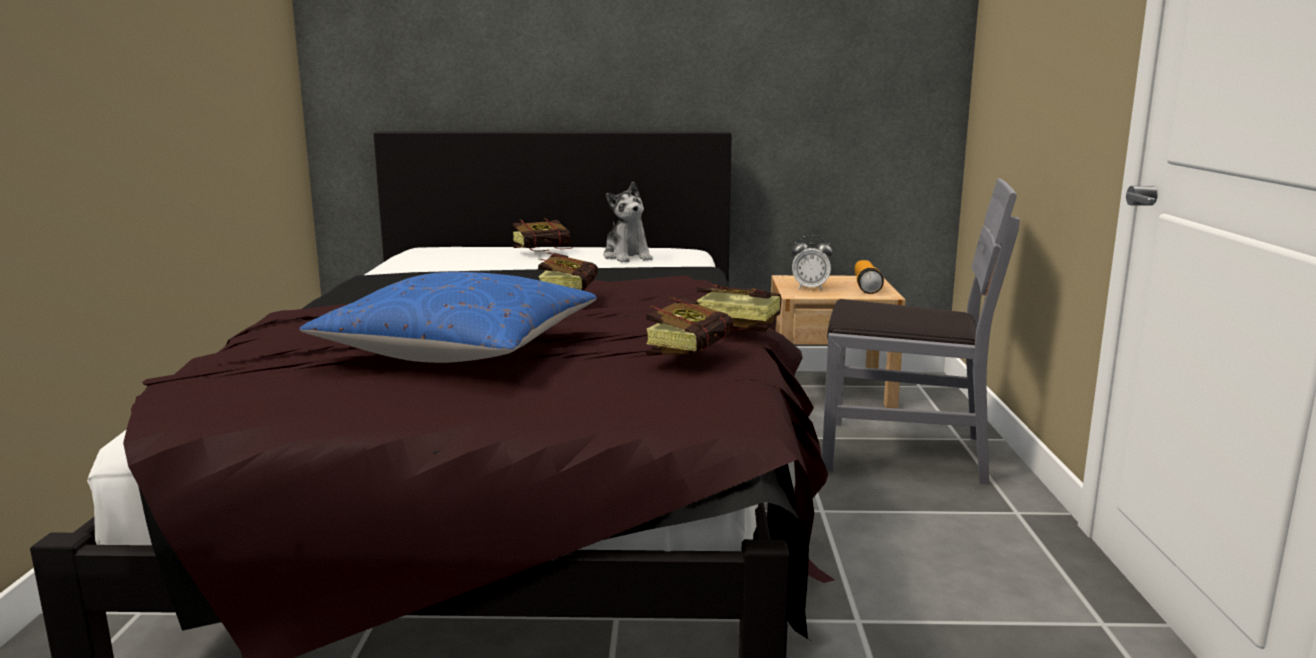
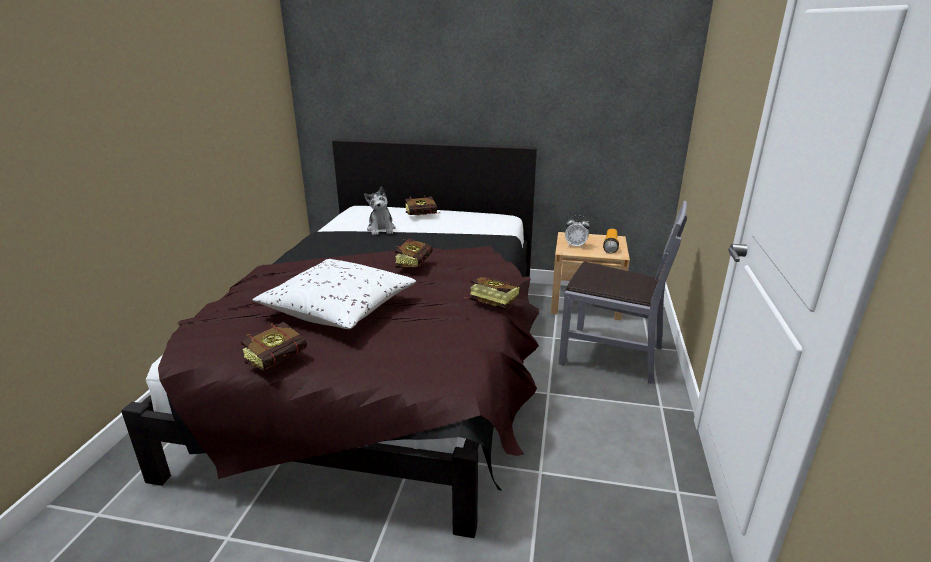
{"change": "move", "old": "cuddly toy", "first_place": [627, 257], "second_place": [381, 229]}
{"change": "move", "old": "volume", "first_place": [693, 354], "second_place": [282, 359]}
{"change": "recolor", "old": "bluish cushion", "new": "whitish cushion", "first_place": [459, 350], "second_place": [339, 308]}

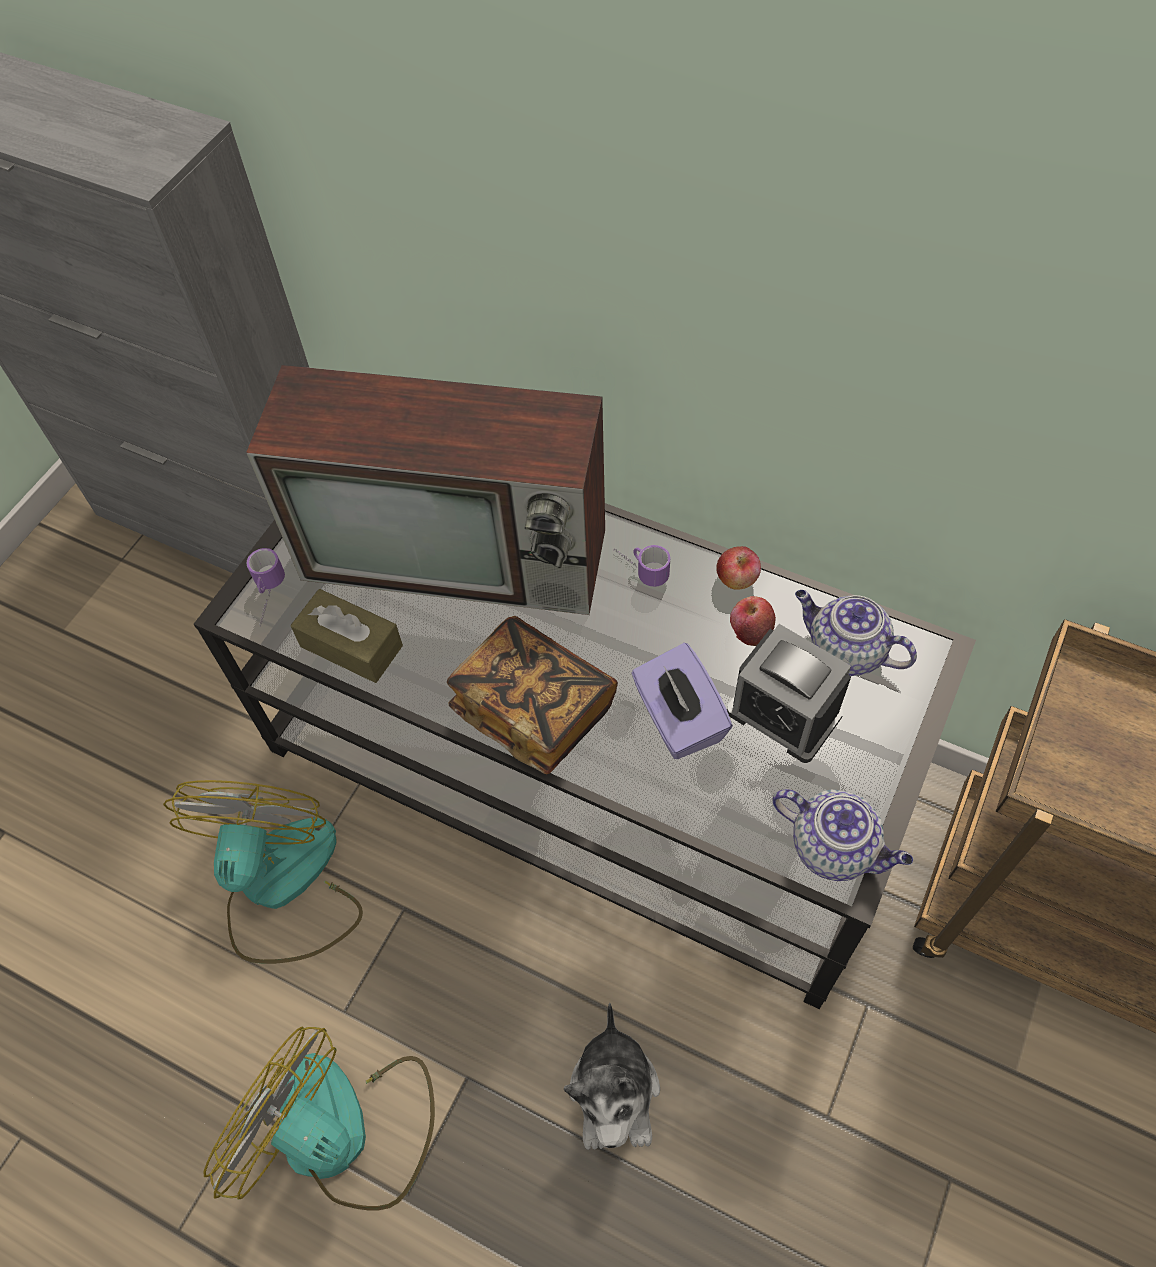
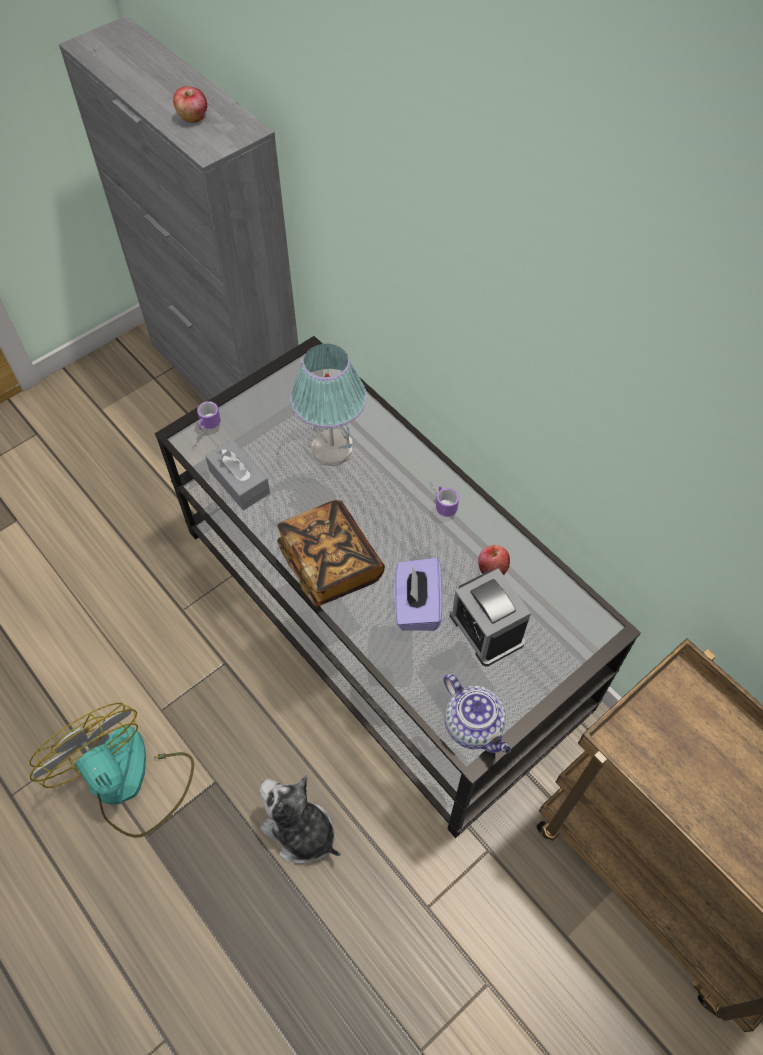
{"change": "delete", "old": "cooling fan", "first_place": [282, 887]}
{"change": "delete", "old": "teapot", "first_place": [844, 651]}
{"change": "move", "old": "apple fruit", "first_place": [737, 579], "second_place": [193, 117]}
{"change": "replace", "old": "TV", "new": "tabletop lamp", "first_place": [460, 554], "second_place": [333, 449]}
{"change": "recolor", "old": "brown tissue holder", "new": "gray tissue holder", "first_place": [351, 646], "second_place": [239, 482]}
{"change": "rotate", "old": "cuddly toy", "first_place": [615, 1092], "second_place": [300, 831], "degrees": 105}

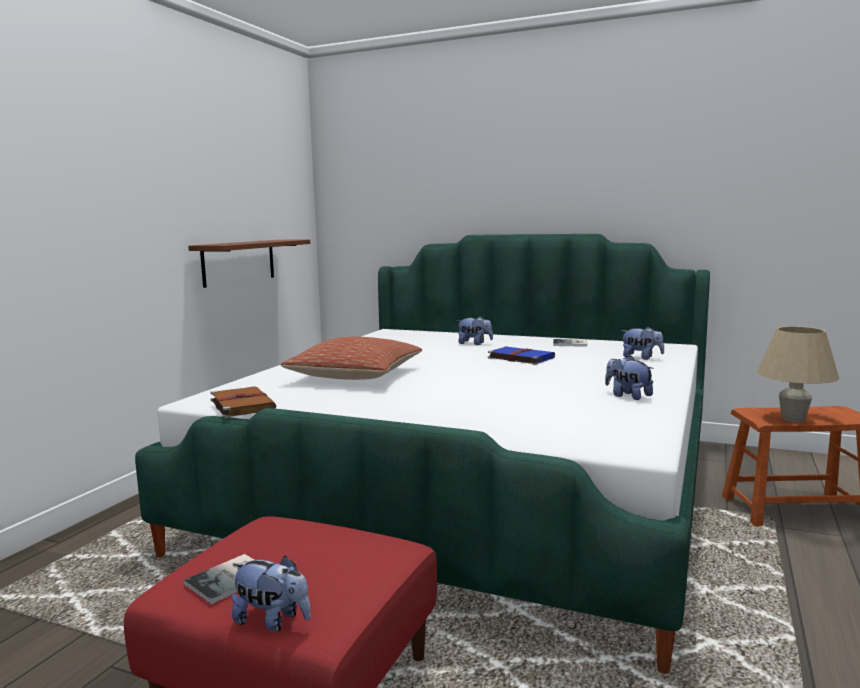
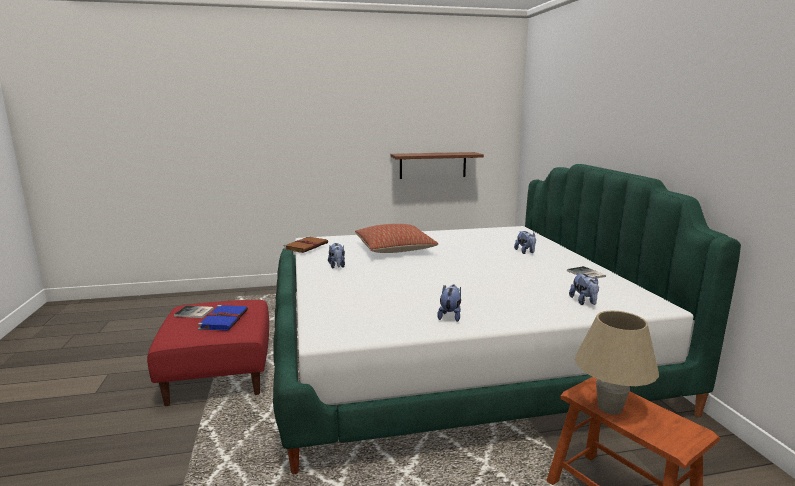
{"change": "move", "old": "cuddly toy", "first_place": [273, 621], "second_place": [337, 266]}
{"change": "move", "old": "bluish volume", "first_place": [519, 358], "second_place": [224, 319]}

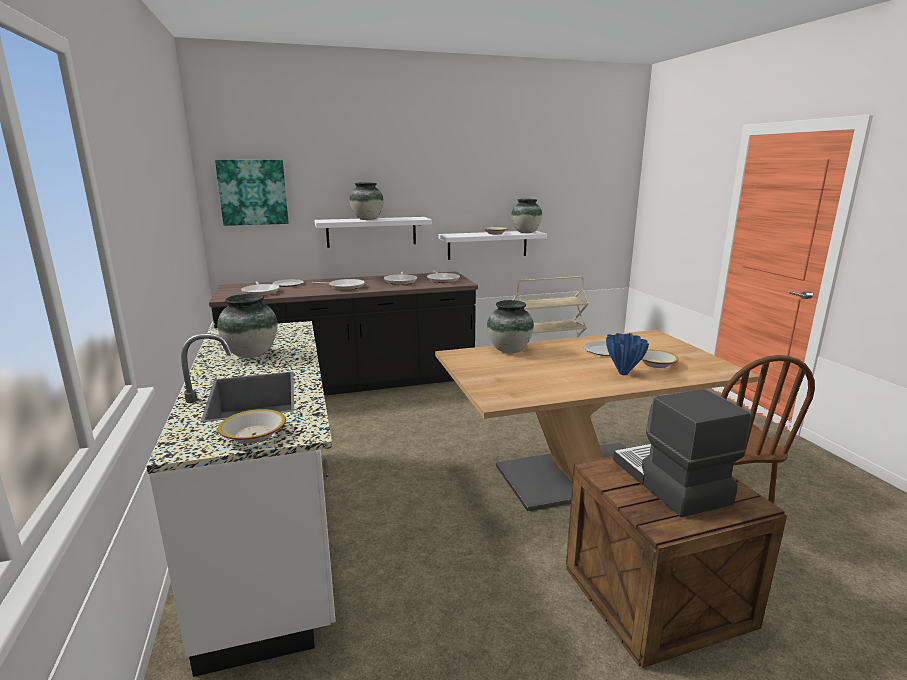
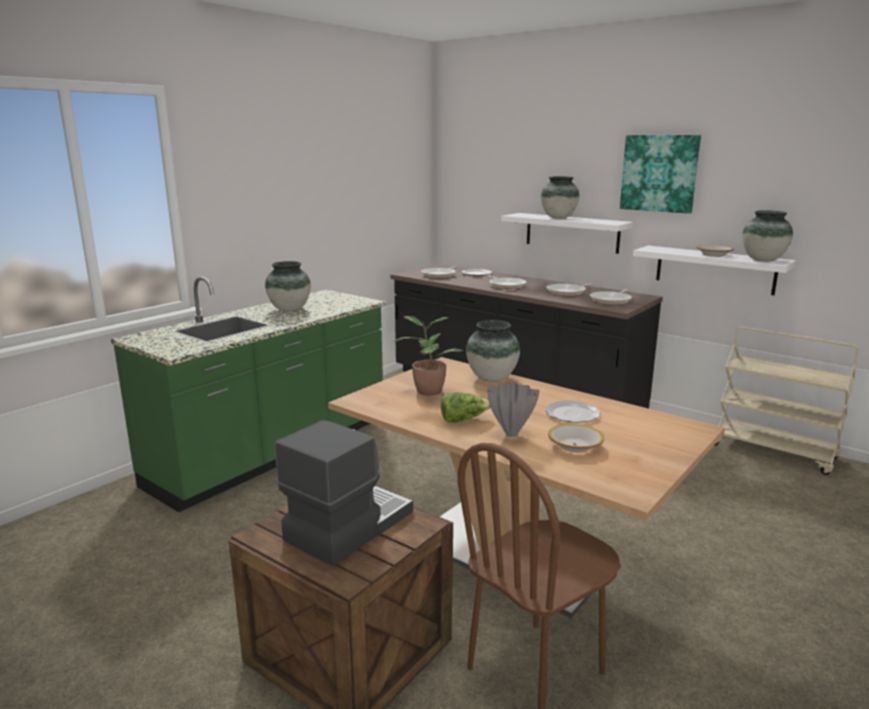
{"change": "delete", "old": "serving bowl", "first_place": [254, 435]}
{"change": "insert", "new": "houseplant", "second_place": [427, 391]}
{"change": "insert", "new": "lettuce", "second_place": [463, 419]}
{"change": "move", "old": "picture", "first_place": [253, 192], "second_place": [659, 173]}
{"change": "recolor", "old": "whitish counter", "new": "greenish counter", "first_place": [275, 533], "second_place": [273, 453]}
{"change": "recolor", "old": "bluish flower vase", "new": "gray flower vase", "first_place": [622, 373], "second_place": [511, 434]}

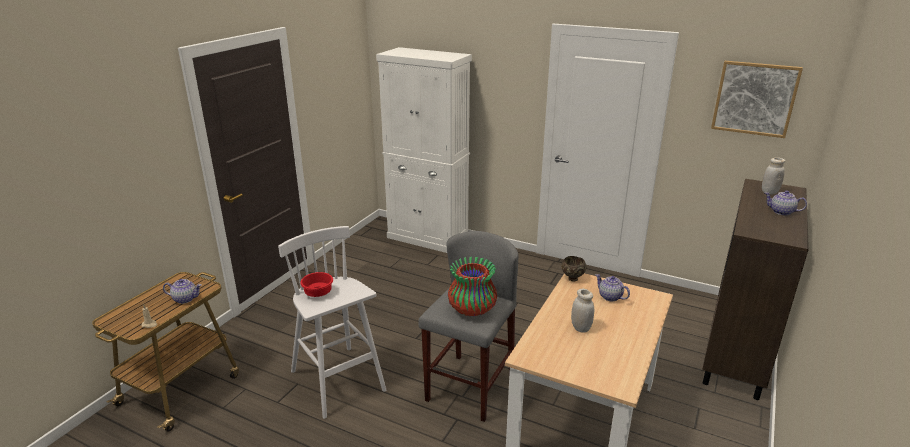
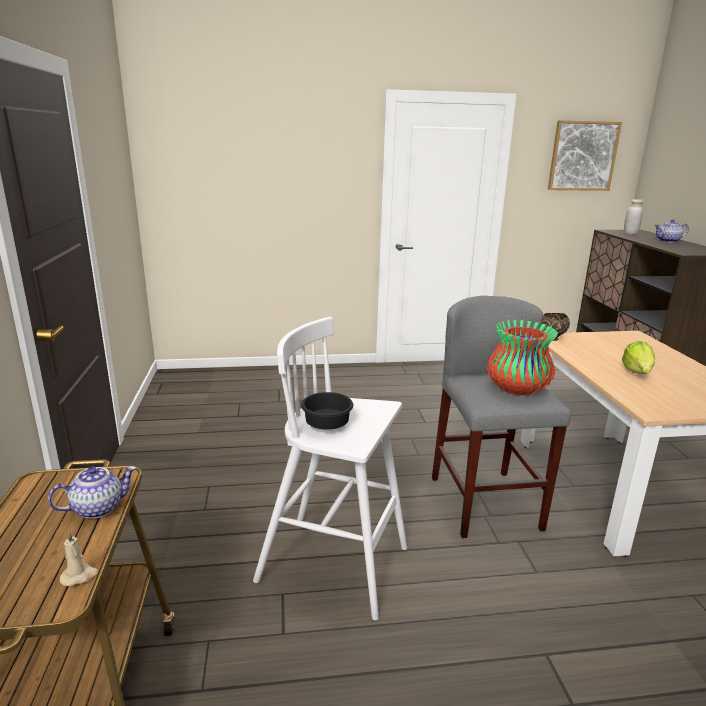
{"change": "delete", "old": "whitish storage cabinet", "first_place": [428, 238]}
{"change": "delete", "old": "teapot", "first_place": [610, 297]}
{"change": "replace", "old": "whitish storage jar", "new": "lettuce", "first_place": [581, 328], "second_place": [637, 372]}
{"change": "recolor", "old": "reddish serving bowl", "new": "black serving bowl", "first_place": [318, 292], "second_place": [326, 425]}

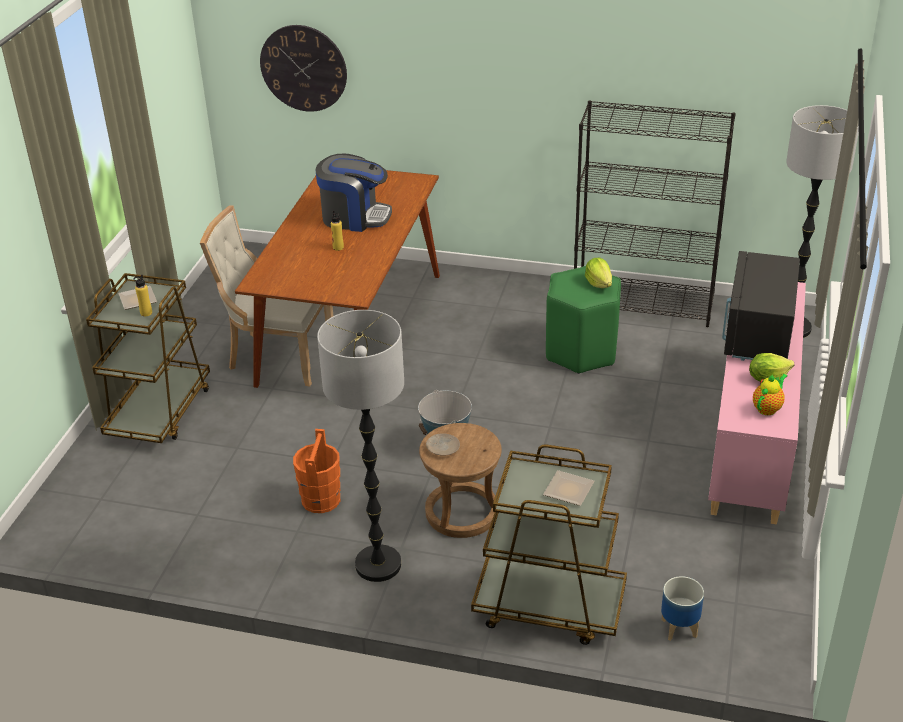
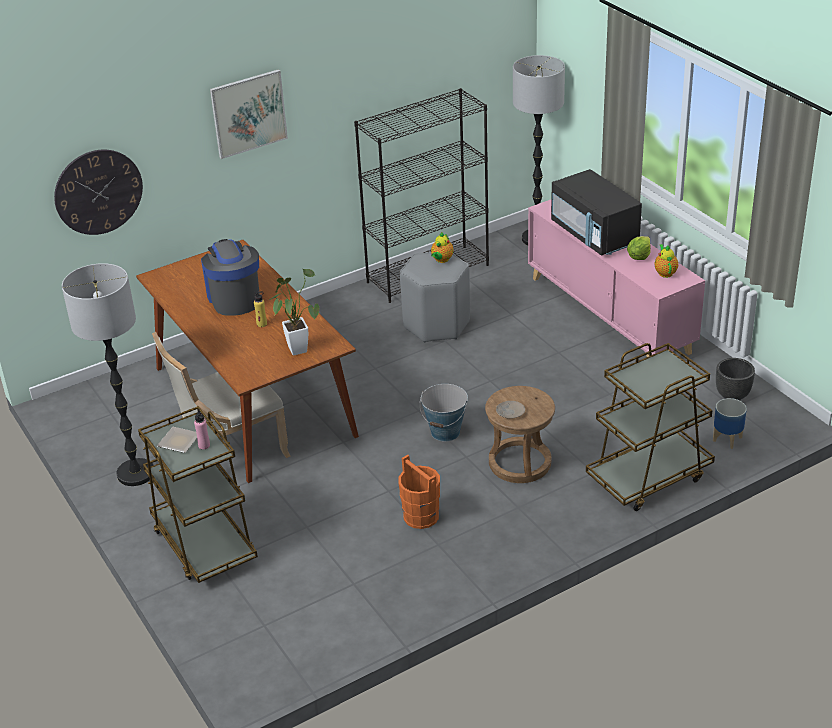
{"change": "delete", "old": "dinner plate", "first_place": [567, 489]}
{"change": "insert", "new": "picture", "second_place": [248, 113]}
{"change": "insert", "new": "houseplant", "second_place": [296, 347]}
{"change": "insert", "new": "black planter", "second_place": [732, 396]}
{"change": "move", "old": "standard lamp", "first_place": [378, 565], "second_place": [135, 474]}
{"change": "replace", "old": "lettuce", "new": "teapot", "first_place": [598, 283], "second_place": [441, 260]}
{"change": "recolor", "old": "yellow-coloured bottle", "new": "pink-coloured bottle", "first_place": [146, 313], "second_place": [204, 445]}
{"change": "recolor", "old": "greenish stool seat", "new": "gray stool seat", "first_place": [582, 352], "second_place": [437, 324]}
{"change": "rotate", "old": "coffee machine", "first_place": [354, 217], "second_place": [234, 298], "degrees": -75}

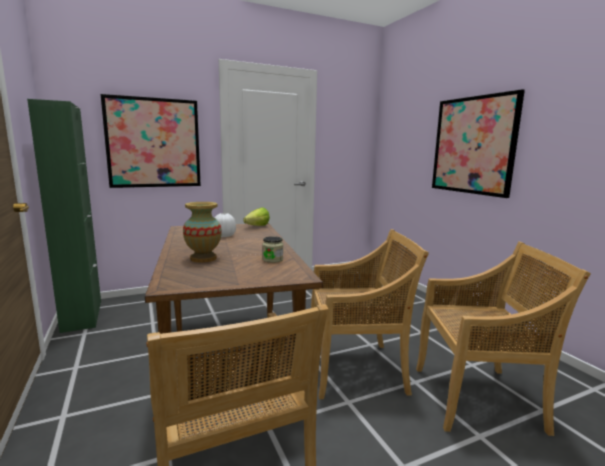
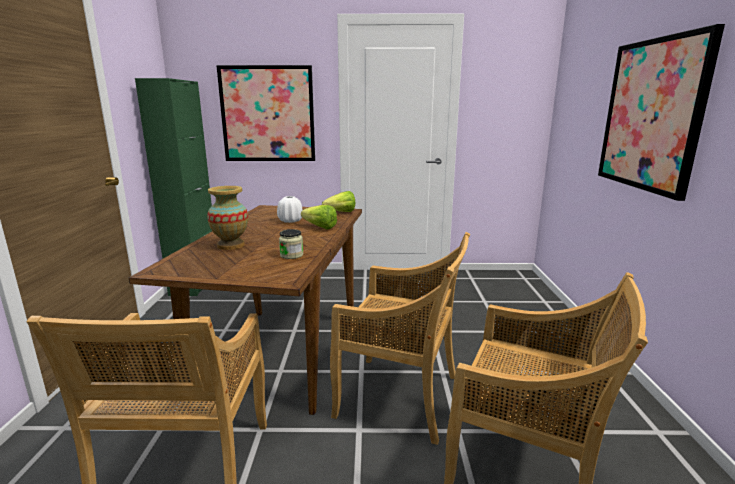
{"change": "insert", "new": "lettuce", "second_place": [318, 227]}

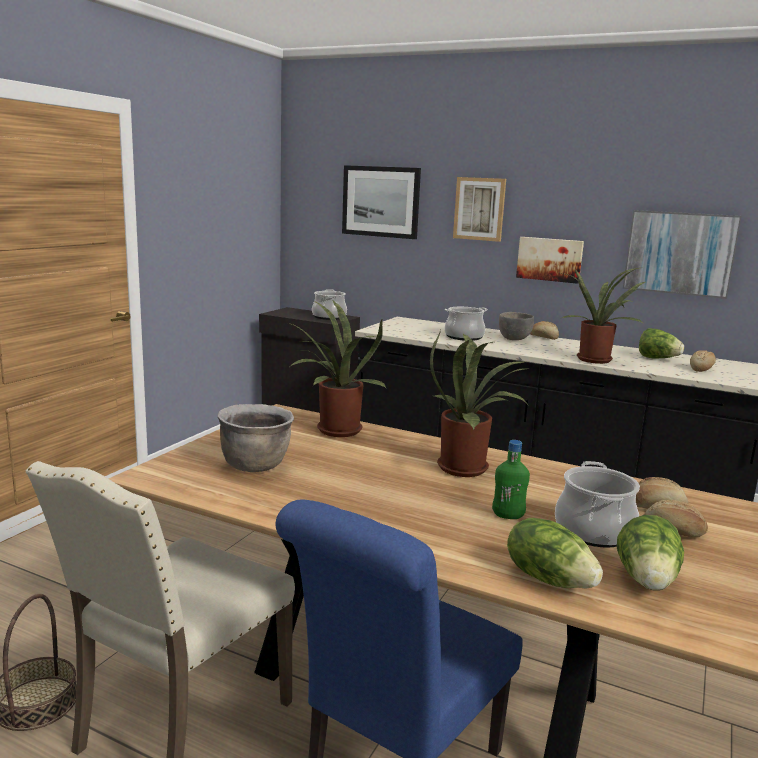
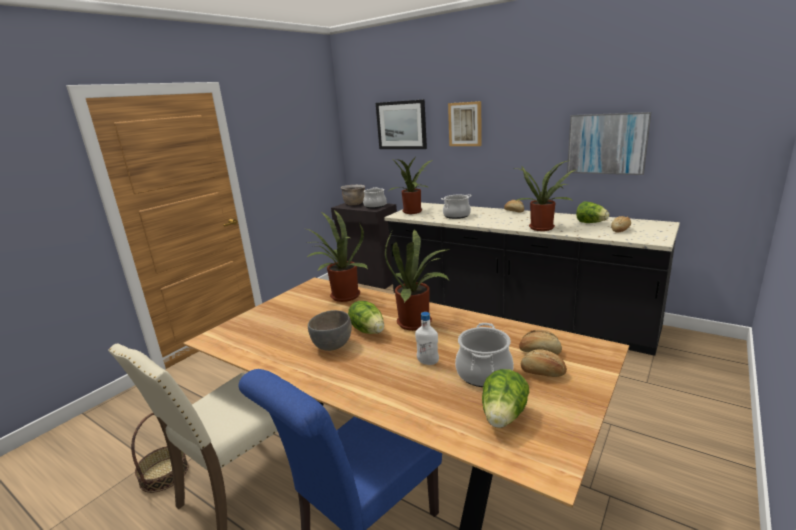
{"change": "delete", "old": "picture", "first_place": [549, 259]}
{"change": "insert", "new": "houseplant", "second_place": [413, 212]}
{"change": "move", "old": "brown saucepot", "first_place": [255, 465], "second_place": [354, 204]}
{"change": "move", "old": "gray serving bowl", "first_place": [514, 339], "second_place": [333, 346]}
{"change": "move", "old": "lettuce", "first_place": [549, 578], "second_place": [368, 330]}
{"change": "recolor", "old": "greenish bottle", "new": "whitish bottle", "first_place": [508, 516], "second_place": [428, 362]}

